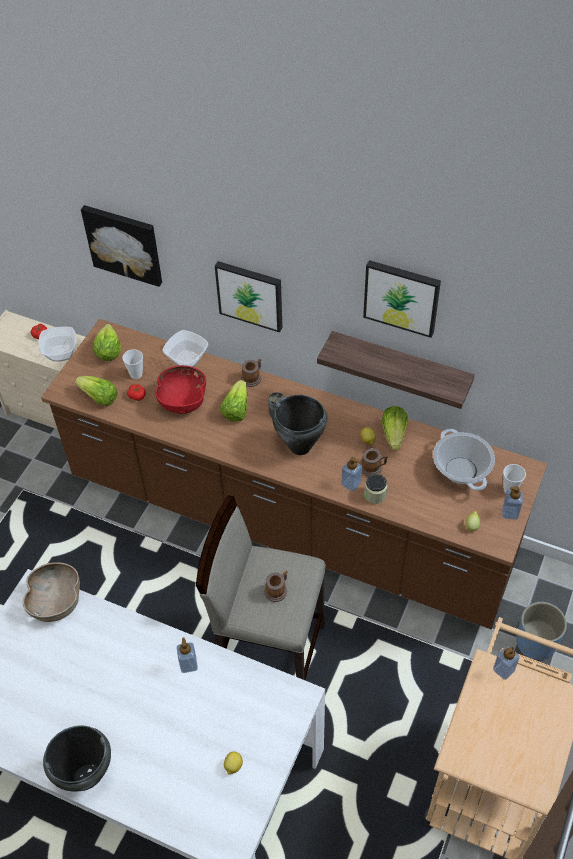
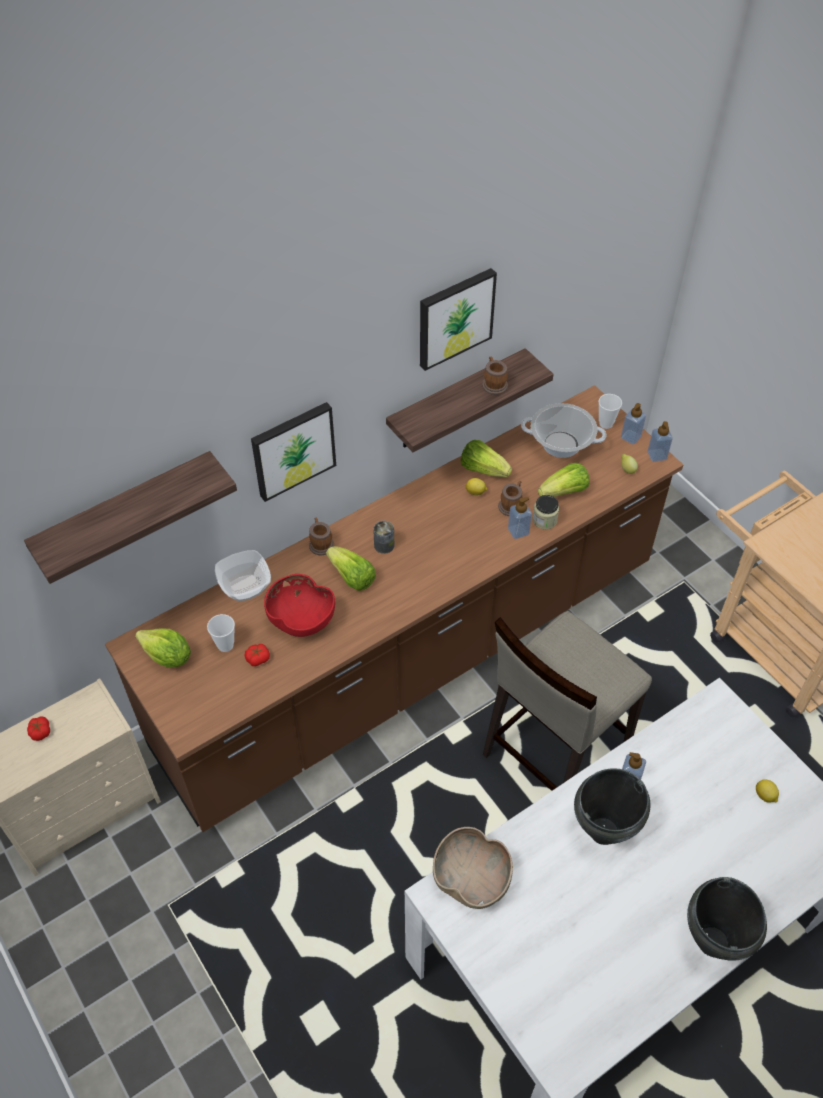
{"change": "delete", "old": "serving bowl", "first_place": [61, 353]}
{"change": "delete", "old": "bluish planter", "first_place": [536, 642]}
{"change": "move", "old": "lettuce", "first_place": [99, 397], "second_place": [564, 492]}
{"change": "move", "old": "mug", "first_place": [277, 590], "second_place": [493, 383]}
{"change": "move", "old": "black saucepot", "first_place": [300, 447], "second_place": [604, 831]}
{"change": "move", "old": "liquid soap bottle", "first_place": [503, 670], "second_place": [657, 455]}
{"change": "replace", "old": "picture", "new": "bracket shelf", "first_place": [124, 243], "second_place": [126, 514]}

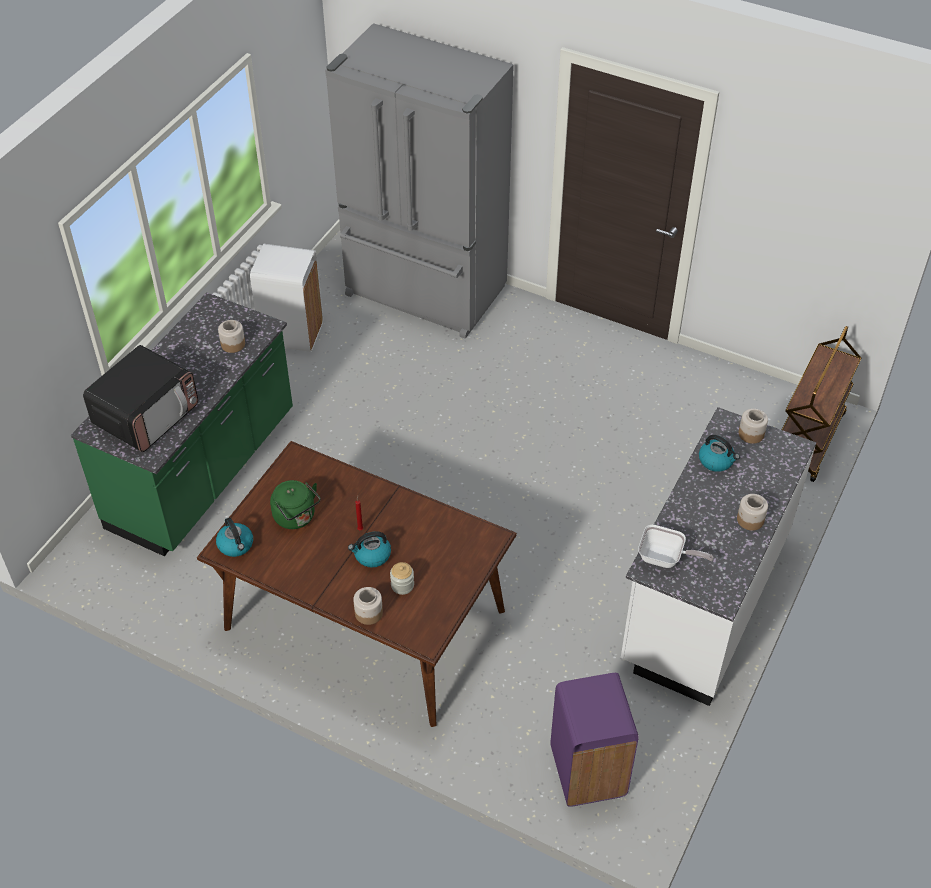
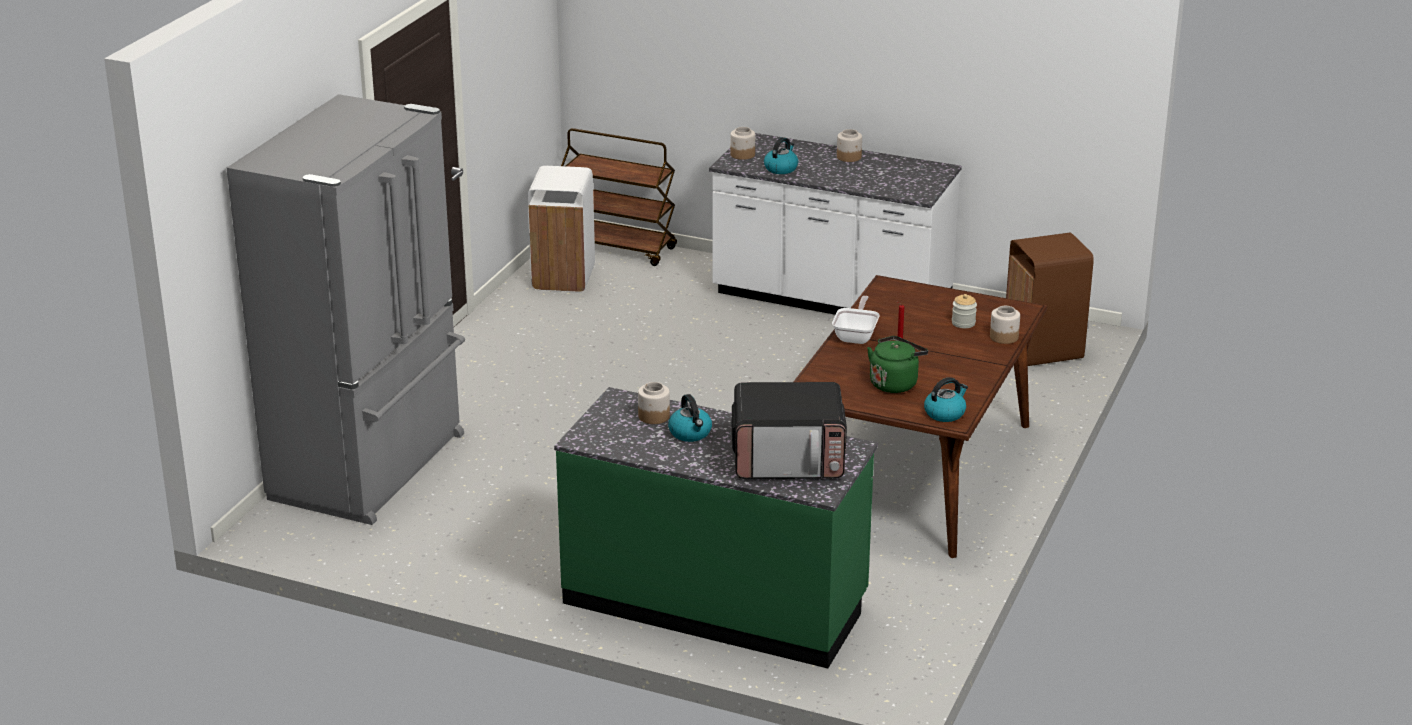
{"change": "move", "old": "whitish rubbish bin", "first_place": [292, 334], "second_place": [564, 278]}
{"change": "move", "old": "tea kettle", "first_place": [372, 555], "second_place": [690, 433]}
{"change": "move", "old": "pan", "first_place": [665, 558], "second_place": [856, 336]}
{"change": "recolor", "old": "purplish rubbish bin", "new": "brown rubbish bin", "first_place": [588, 771], "second_place": [1042, 351]}
{"change": "rotate", "old": "kitchen microwave", "first_place": [147, 415], "second_place": [789, 459], "degrees": 150}

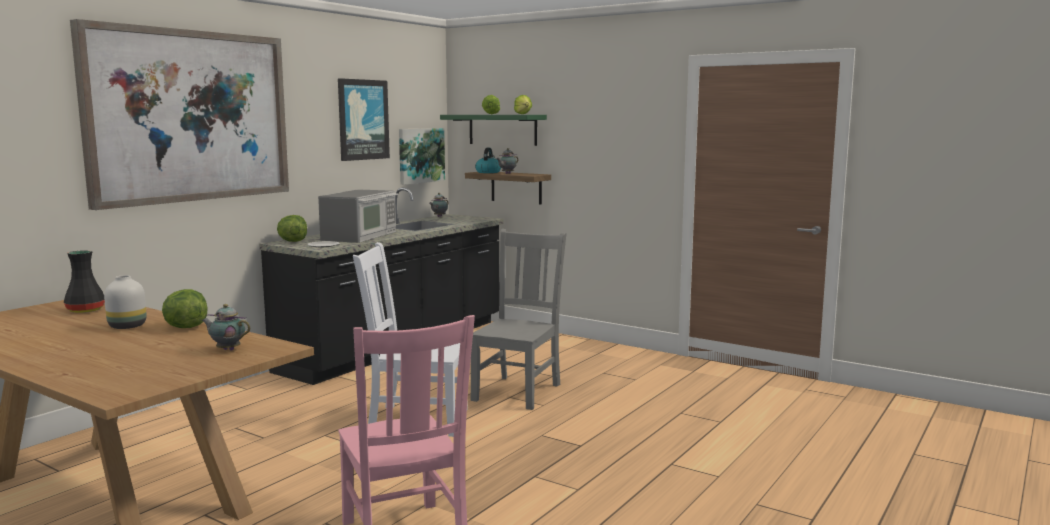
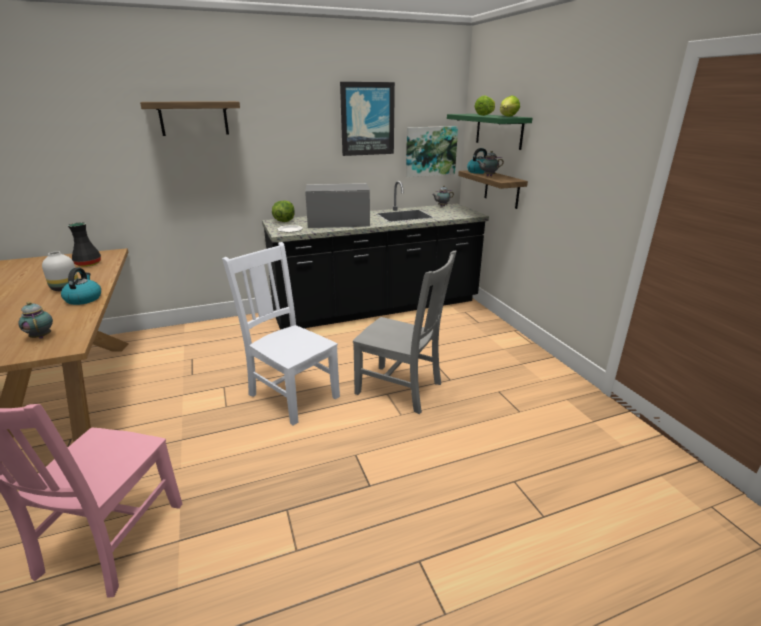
{"change": "replace", "old": "picture", "new": "bracket shelf", "first_place": [189, 116], "second_place": [194, 118]}
{"change": "replace", "old": "lettuce", "new": "tea kettle", "first_place": [185, 327], "second_place": [84, 299]}
{"change": "rotate", "old": "kitchen microwave", "first_place": [361, 236], "second_place": [338, 222], "degrees": -150}
{"change": "rotate", "old": "gray chair", "first_place": [518, 391], "second_place": [401, 389], "degrees": 60}

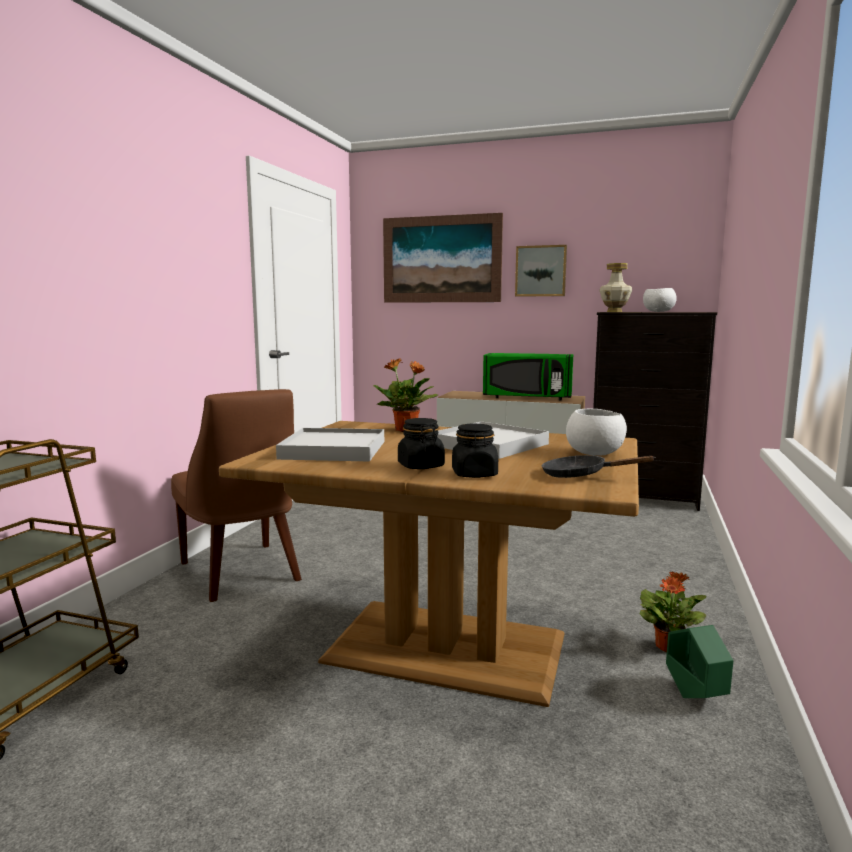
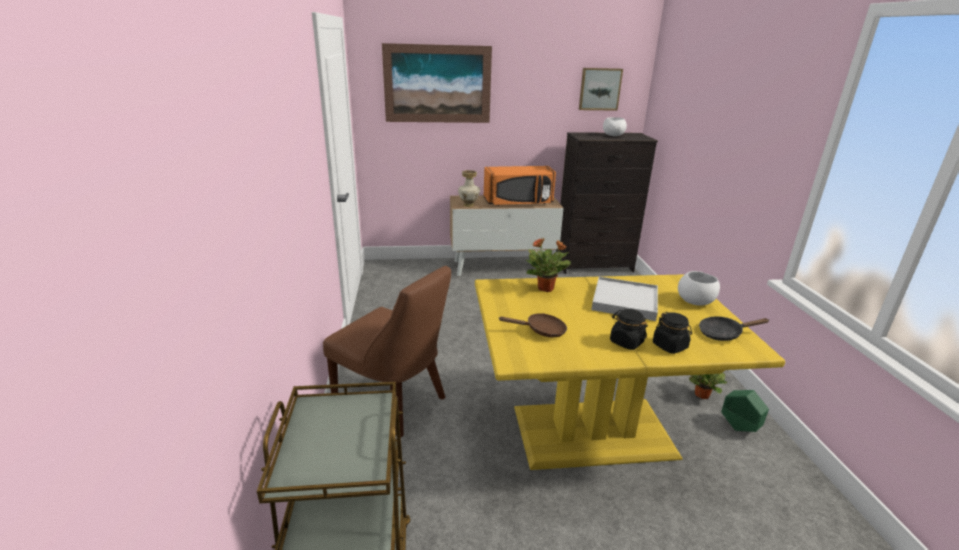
{"change": "move", "old": "picture", "first_place": [541, 271], "second_place": [599, 89]}
{"change": "move", "old": "flower vase", "first_place": [614, 311], "second_place": [468, 205]}
{"change": "replace", "old": "whitish serving tray", "new": "brown pan", "first_place": [333, 450], "second_place": [541, 331]}
{"change": "recolor", "old": "brown dining table", "new": "yellow-coloured dining table", "first_place": [446, 646], "second_place": [592, 431]}
{"change": "recolor", "old": "greenish kitchen microwave", "new": "orangey kitchen microwave", "first_place": [527, 398], "second_place": [518, 202]}

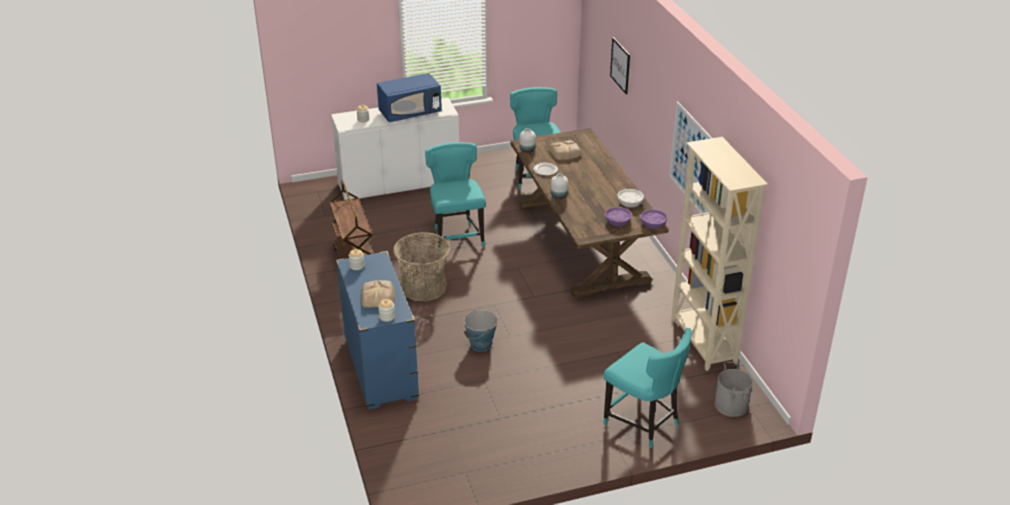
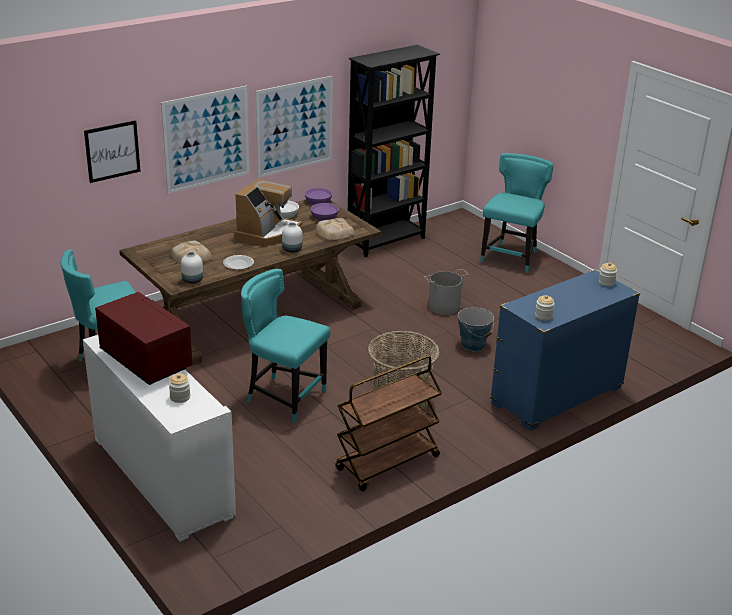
{"change": "insert", "new": "picture", "second_place": [206, 139]}
{"change": "insert", "new": "coffee machine", "second_place": [267, 233]}
{"change": "move", "old": "bread", "first_place": [378, 296], "second_place": [334, 233]}
{"change": "move", "old": "gray water bucket", "first_place": [730, 405], "second_place": [444, 307]}
{"change": "recolor", "old": "bluish kitchen microwave", "new": "reddish kitchen microwave", "first_place": [410, 113], "second_place": [144, 360]}
{"change": "recolor", "old": "beige-coloured shelving unit", "new": "black shelving unit", "first_place": [703, 342], "second_place": [387, 242]}
{"change": "rotate", "old": "turquoise chair", "first_place": [457, 237], "second_place": [284, 397], "degrees": 60}

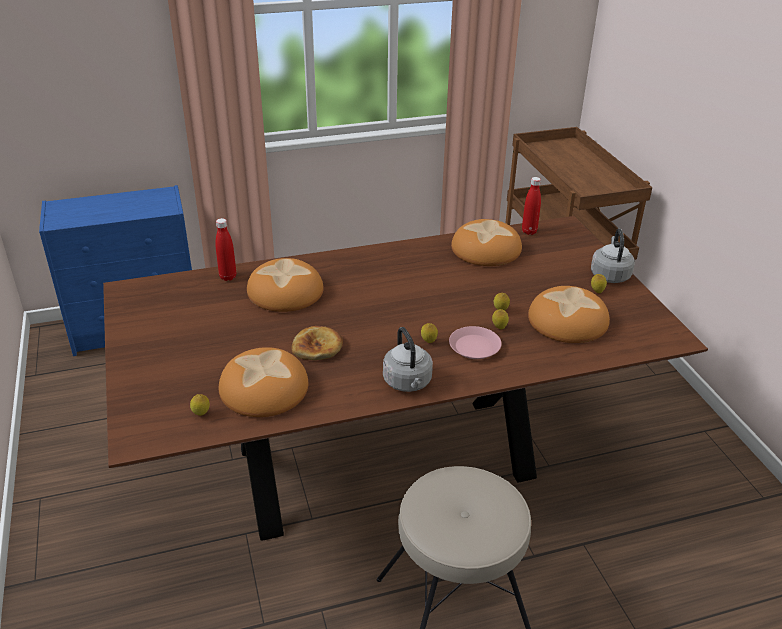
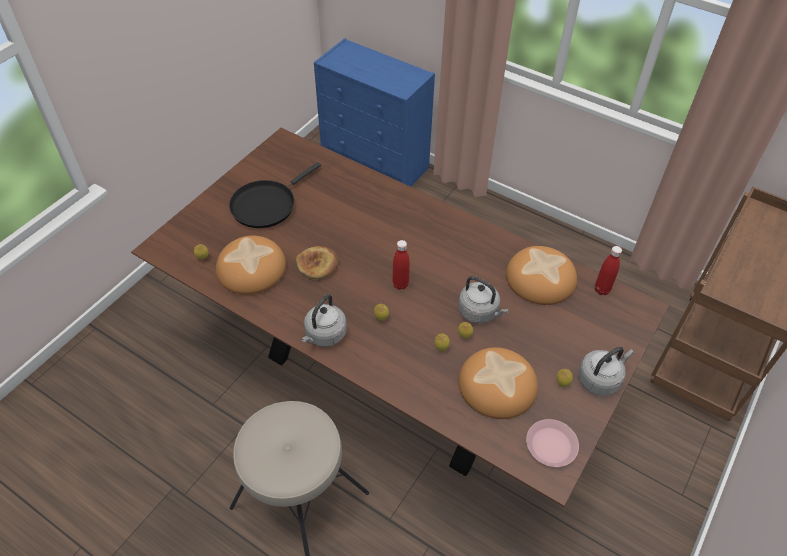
{"change": "delete", "old": "bread", "first_place": [286, 292]}
{"change": "insert", "new": "black pan", "second_place": [266, 204]}
{"change": "insert", "new": "gray tea kettle", "second_place": [480, 312]}
{"change": "move", "old": "reddish bottle", "first_place": [228, 277], "second_place": [400, 284]}
{"change": "move", "old": "pink-coloured dinner plate", "first_place": [474, 347], "second_place": [551, 445]}

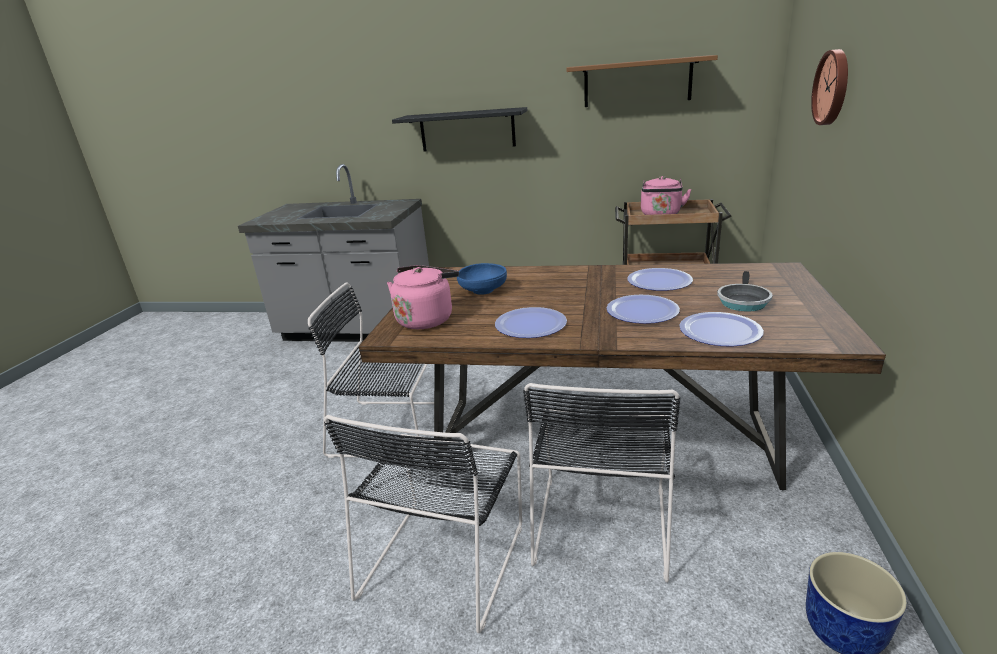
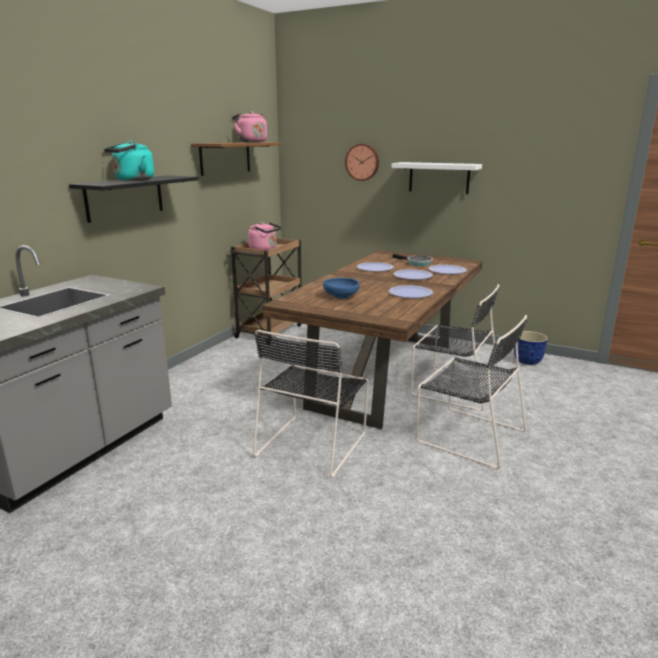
{"change": "insert", "new": "turquoise tea kettle", "second_place": [132, 180]}
{"change": "insert", "new": "whitish bracket shelf", "second_place": [439, 178]}
{"change": "move", "old": "pink-coloured tea kettle", "first_place": [426, 319], "second_place": [251, 142]}

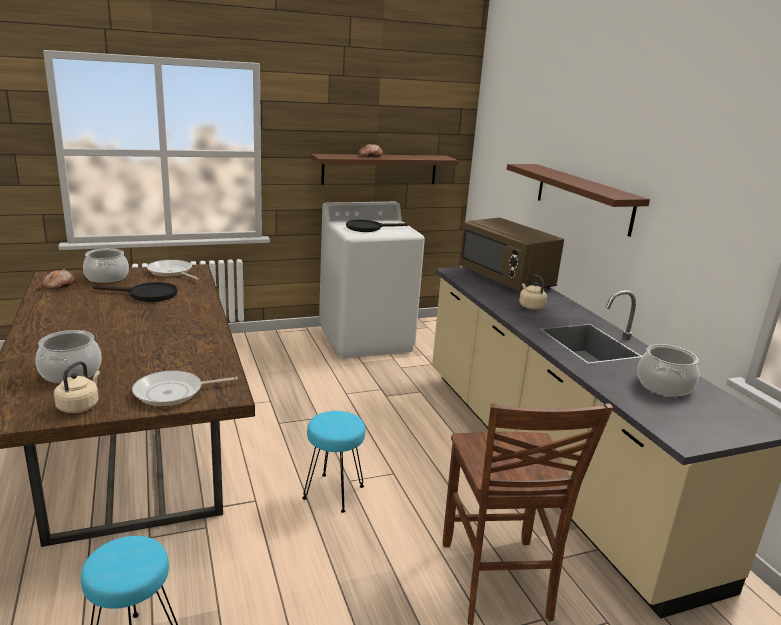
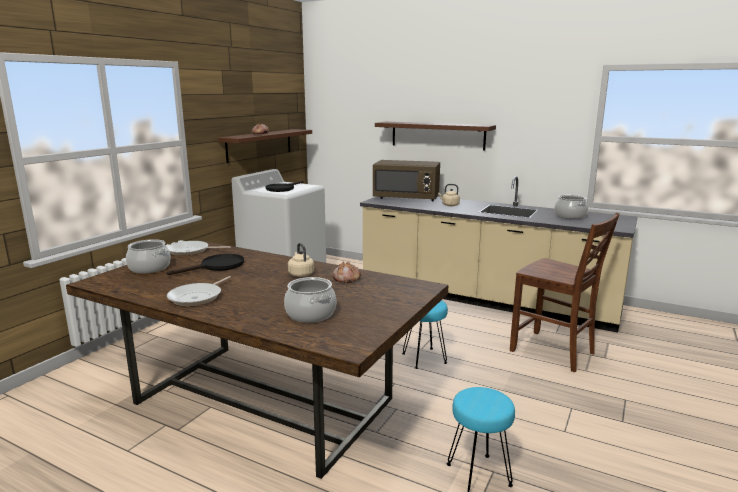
{"change": "move", "old": "bread", "first_place": [58, 285], "second_place": [346, 279]}
{"change": "move", "old": "beige-coloured tea kettle", "first_place": [80, 406], "second_place": [300, 274]}
{"change": "move", "old": "pan", "first_place": [173, 393], "second_place": [197, 297]}

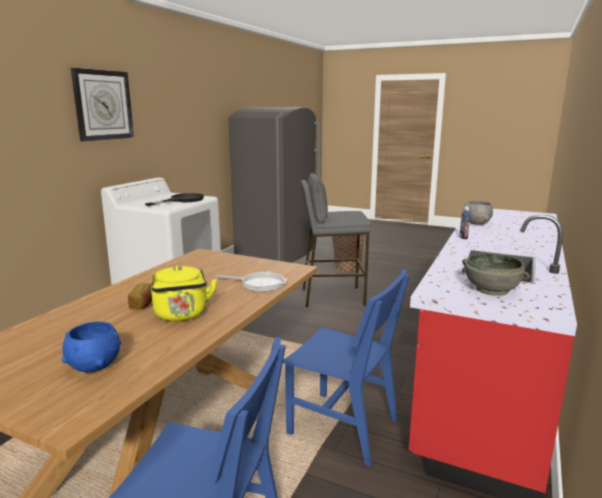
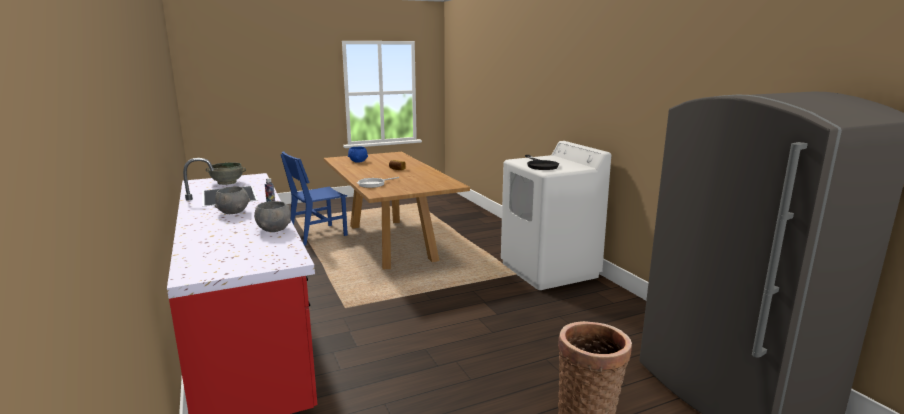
{"change": "delete", "old": "wall clock", "first_place": [103, 105]}
{"change": "delete", "old": "yellow-coloured tea kettle", "first_place": [182, 315]}
{"change": "delete", "old": "bluish chair", "first_place": [343, 427]}
{"change": "delete", "old": "gray stool seat", "first_place": [332, 297]}
{"change": "insert", "new": "gray serving bowl", "second_place": [234, 212]}

